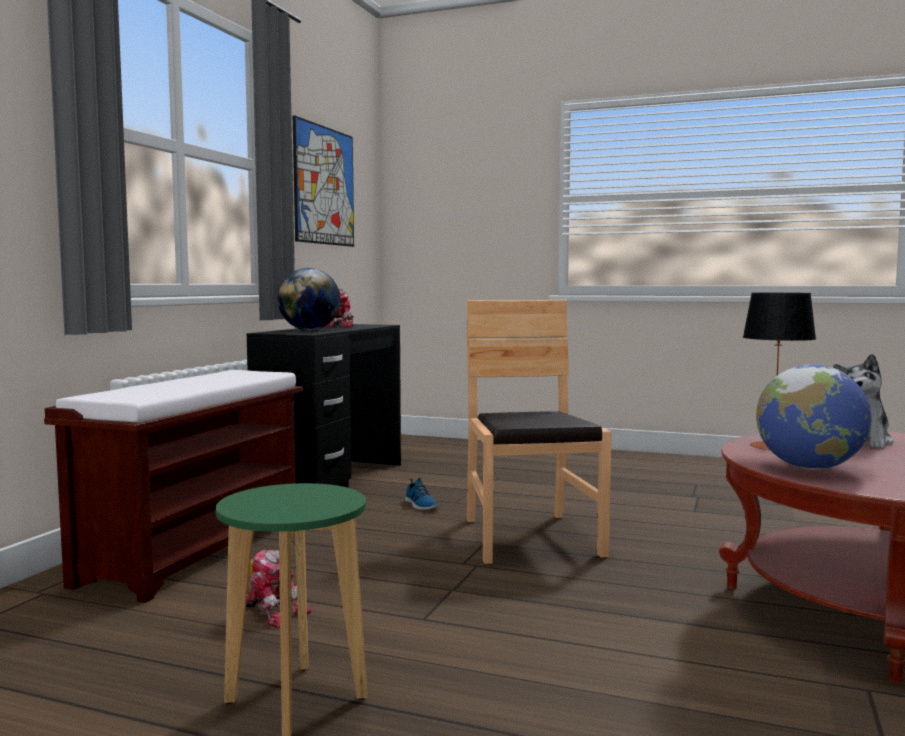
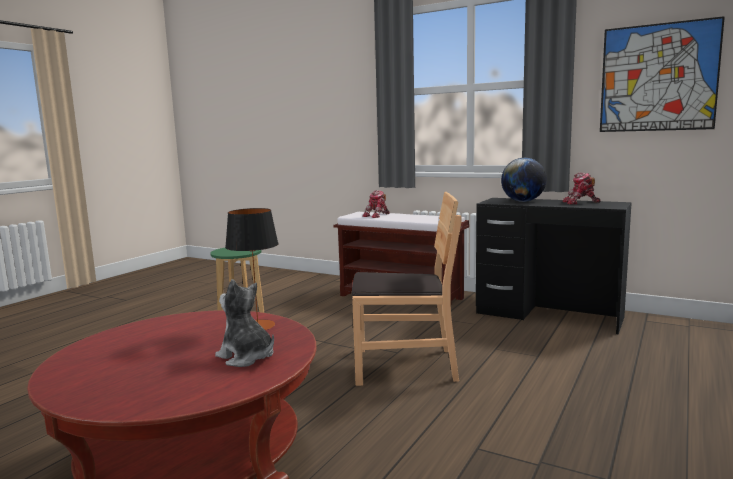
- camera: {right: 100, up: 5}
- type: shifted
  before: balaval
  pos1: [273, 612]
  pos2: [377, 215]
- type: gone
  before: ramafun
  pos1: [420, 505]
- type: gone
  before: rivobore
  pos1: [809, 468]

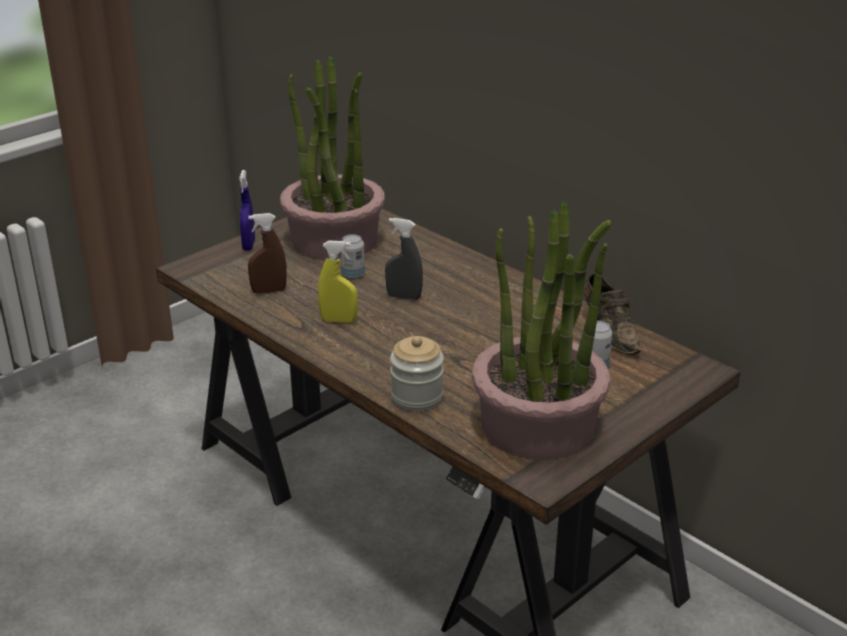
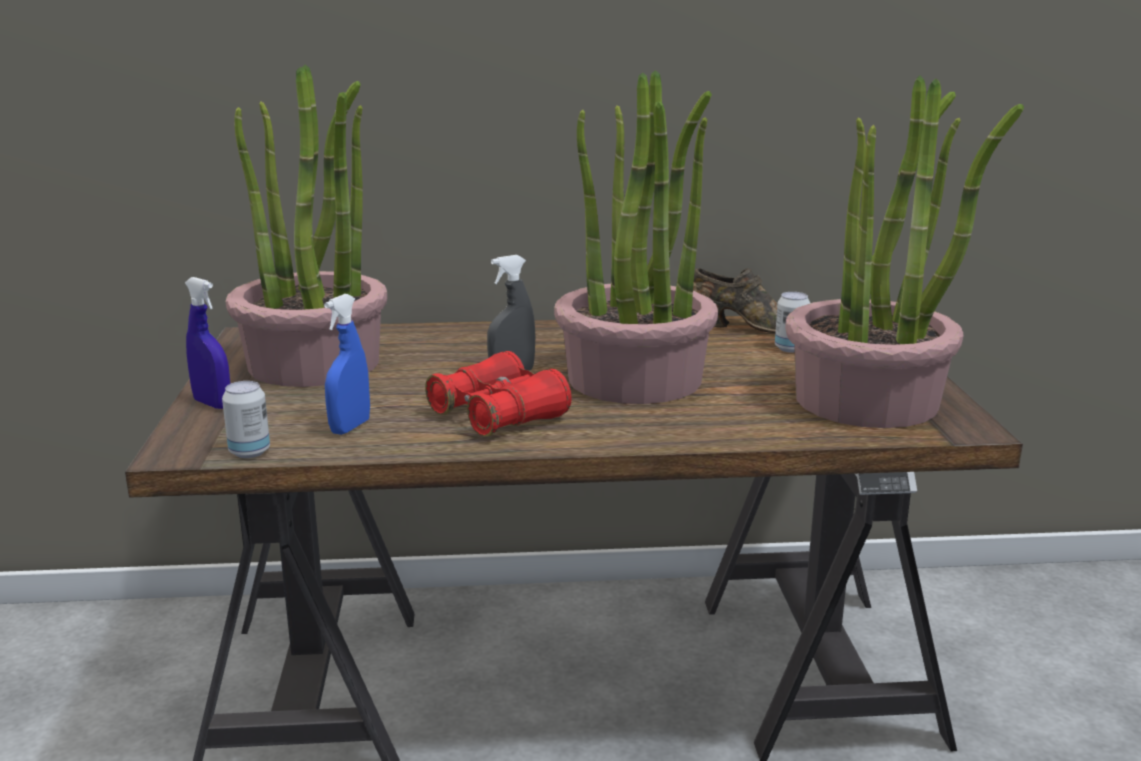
- camera: {right: -50, up: -10}
- type: repainted
  before: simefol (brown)
  after: simefol (blue)
  pos1: [269, 291]
  pos2: [350, 427]
- type: swapped
  before: simefol (yellow)
  after: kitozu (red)
  pos1: [338, 320]
  pos2: [498, 415]
- type: shifted
  before: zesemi
  pos1: [353, 274]
  pos2: [249, 452]
- type: gone
  before: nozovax
  pos1: [417, 397]
- type: new
  after: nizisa
  pos2: [635, 379]

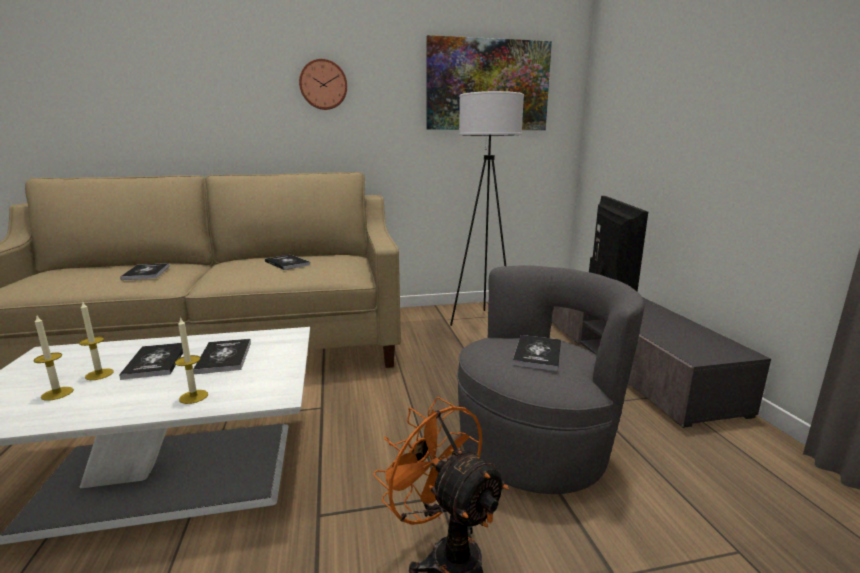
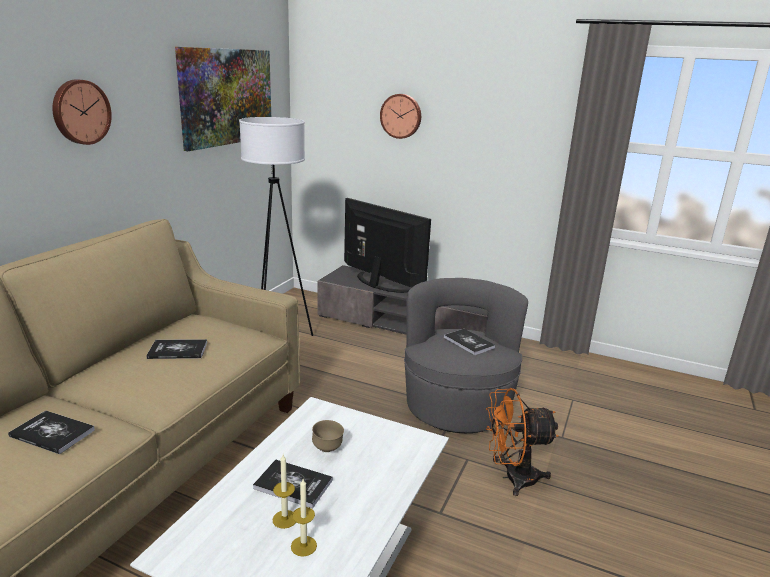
- camera: {right: -55, up: 5}
- type: gone
  before: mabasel
  pos1: [193, 396]
- type: swapped
  before: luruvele
  after: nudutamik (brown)
  pos1: [224, 357]
  pos2: [327, 449]
- type: new
  after: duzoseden
  pos2: [401, 116]

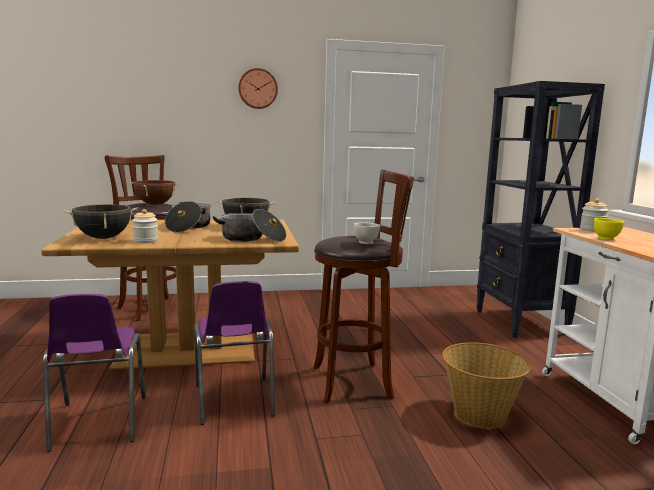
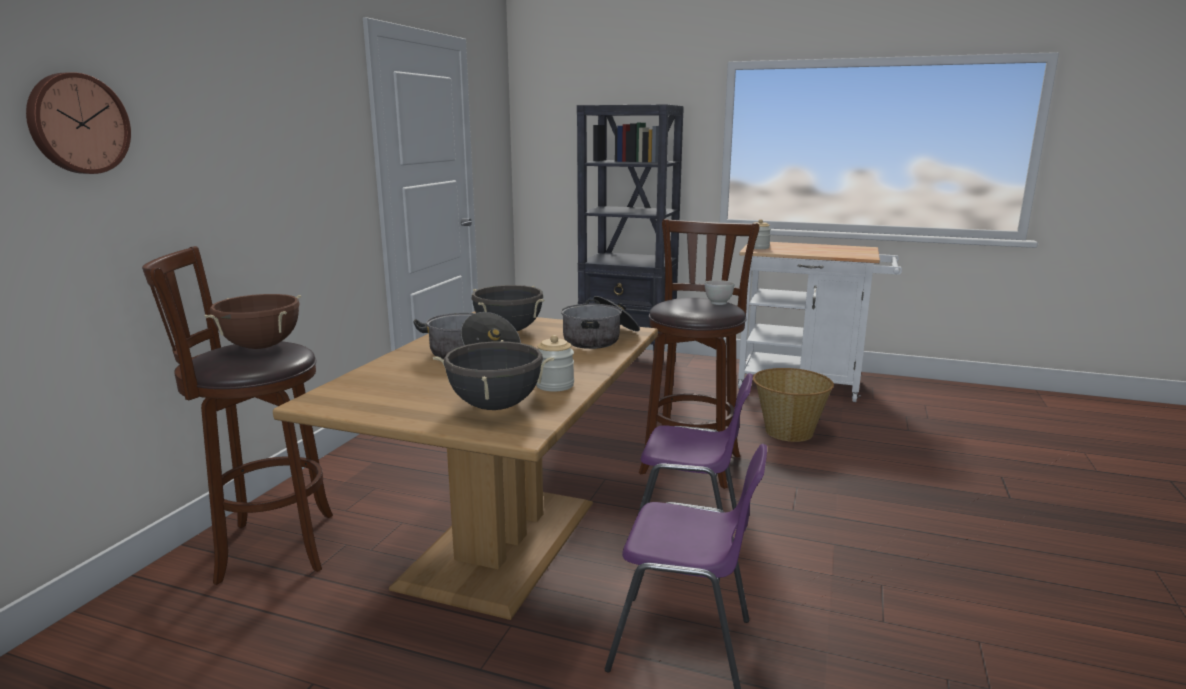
- camera: {right: -60, up: 5}
- type: shifted
  before: duzoseden
  pos1: [258, 88]
  pos2: [77, 124]
- type: gone
  before: nudutamik (yellow)
  pos1: [606, 238]

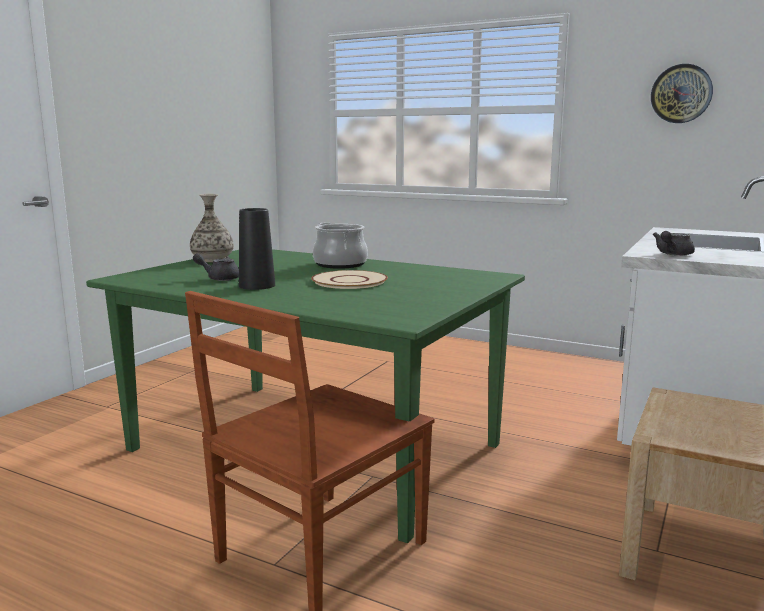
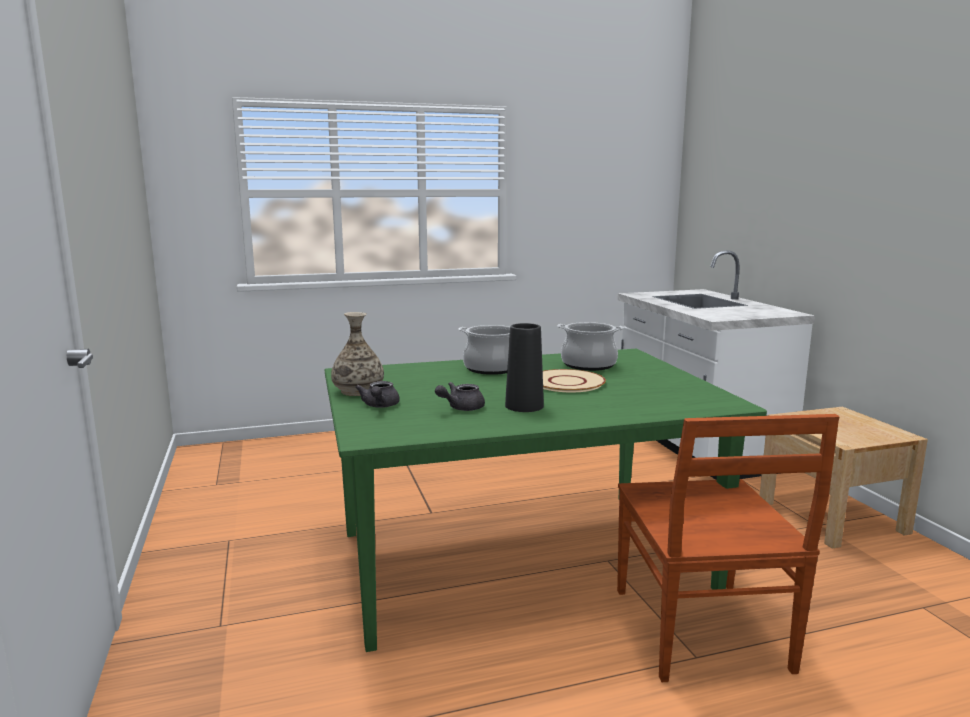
- camera: {right: -45, up: 0}
- type: gone
  before: duzoseden
  pos1: [681, 94]
- type: shifted
  before: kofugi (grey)
  pos1: [672, 254]
  pos2: [379, 406]
- type: new
  after: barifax
  pos2: [588, 365]

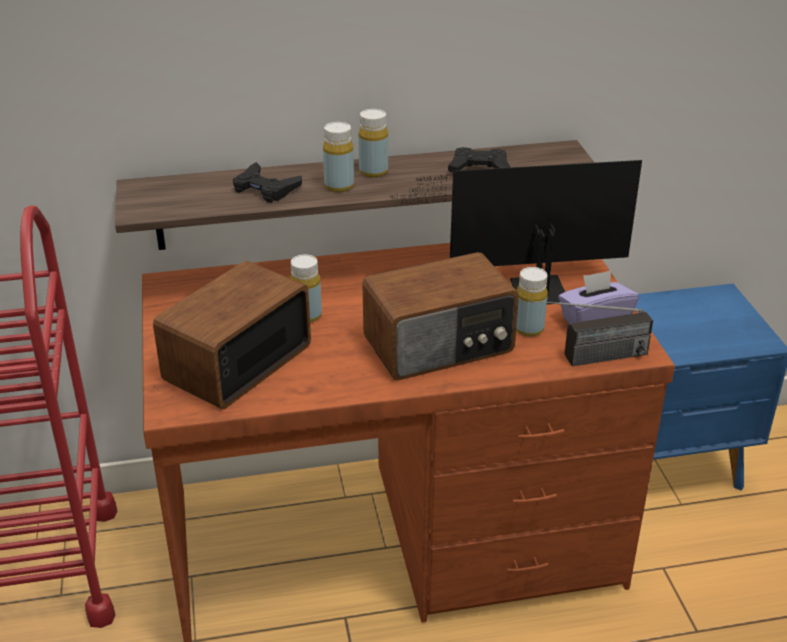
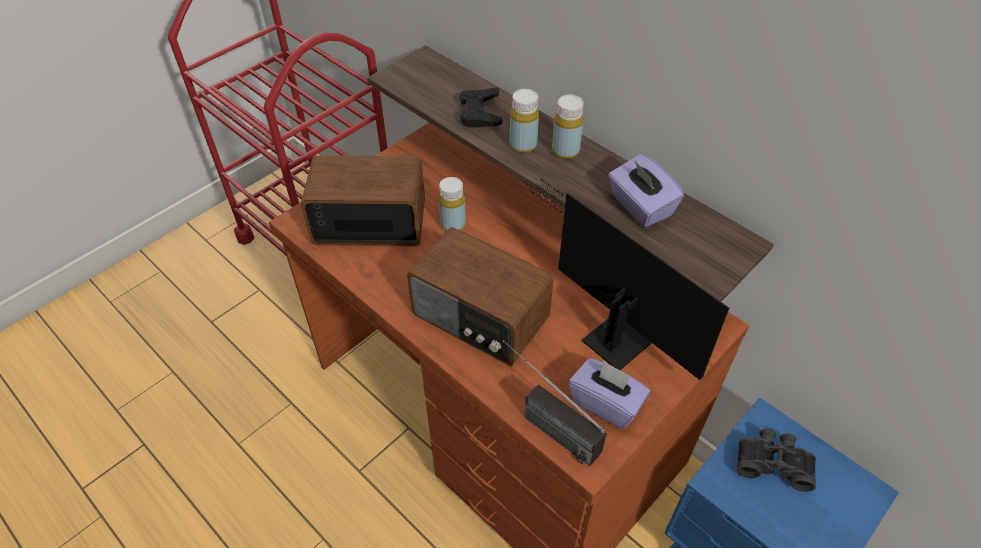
- camera: {right: 55, up: 15}
- type: swapped
  before: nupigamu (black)
  after: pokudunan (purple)
  pos1: [479, 168]
  pos2: [640, 206]
- type: gone
  before: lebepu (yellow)
  pos1: [528, 329]
- type: new
  after: kitozu (black)
  pos2: [773, 462]

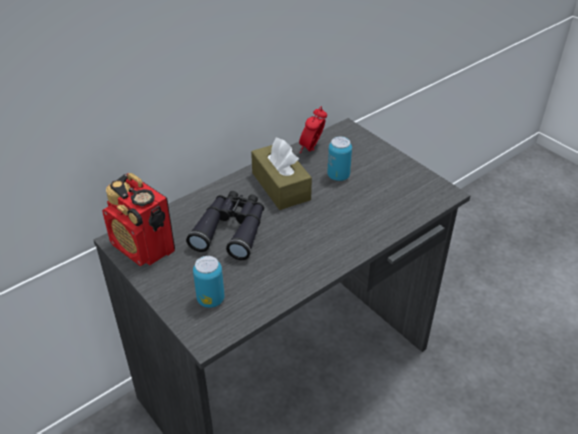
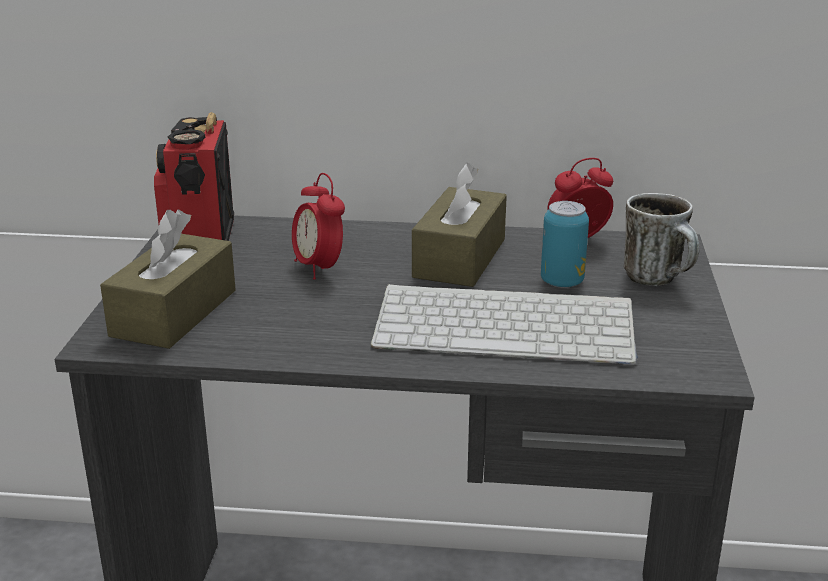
- camera: {right: 45, up: -15}
- type: swapped
  before: kitozu (black)
  after: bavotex
  pos1: [231, 230]
  pos2: [319, 268]
- type: swapped
  before: zesemi
  after: pokudunan (brown)
  pos1: [211, 299]
  pos2: [174, 313]
- type: new
  after: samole
  pos2: [508, 325]
- type: new
  after: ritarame
  pos2: [660, 280]

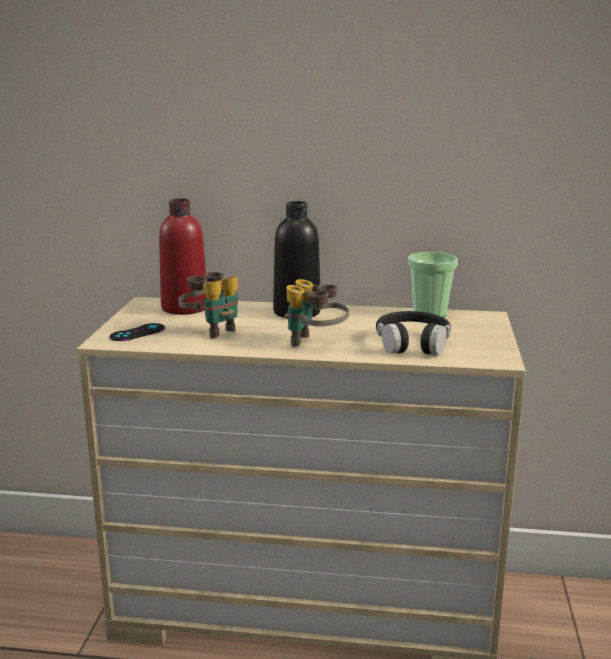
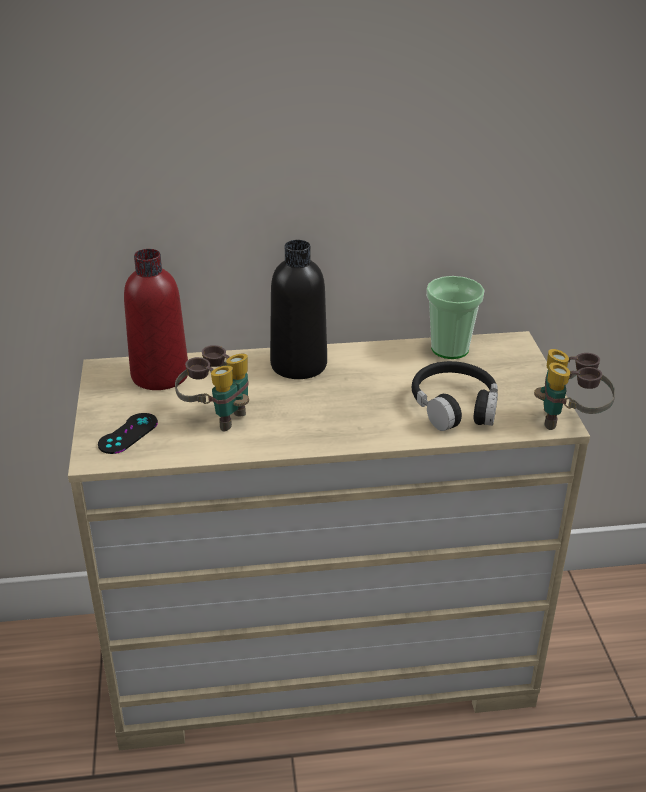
- camera: {right: -15, up: 15}
- type: shifted
  before: kitozu
  pos1: [315, 344]
  pos2: [569, 421]

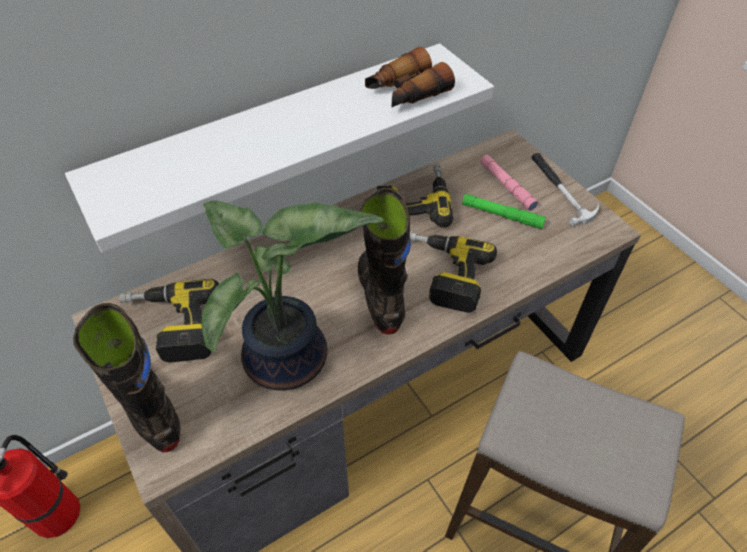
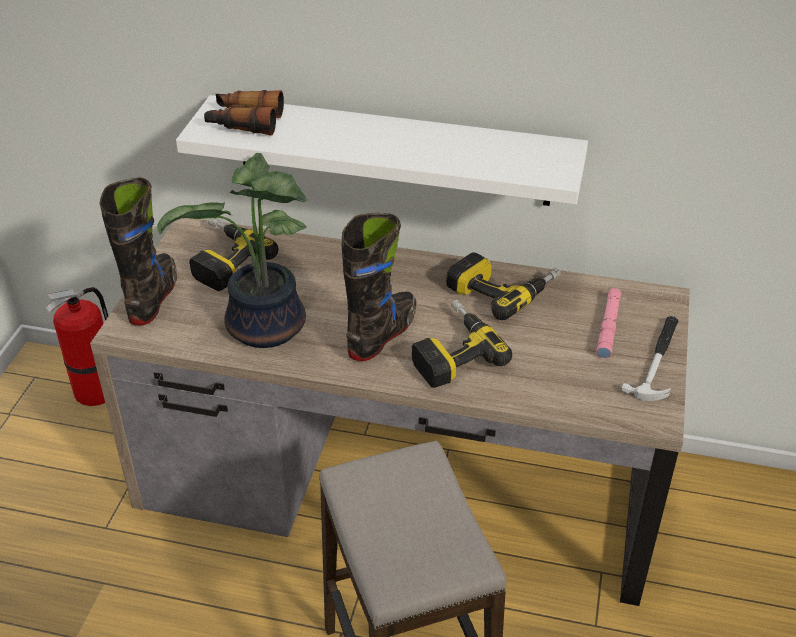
- camera: {right: 45, up: -10}
- type: shifted
  before: kitozu
  pos1: [406, 92]
  pos2: [244, 122]
- type: gone
  before: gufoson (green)
  pos1: [502, 215]

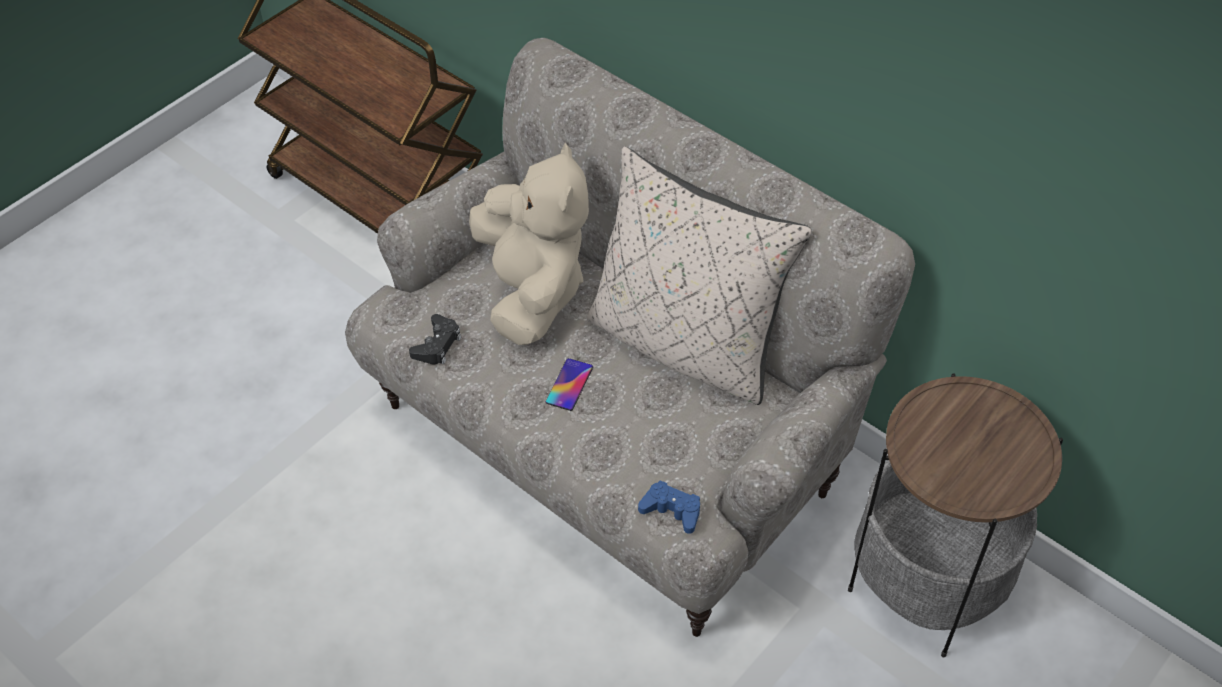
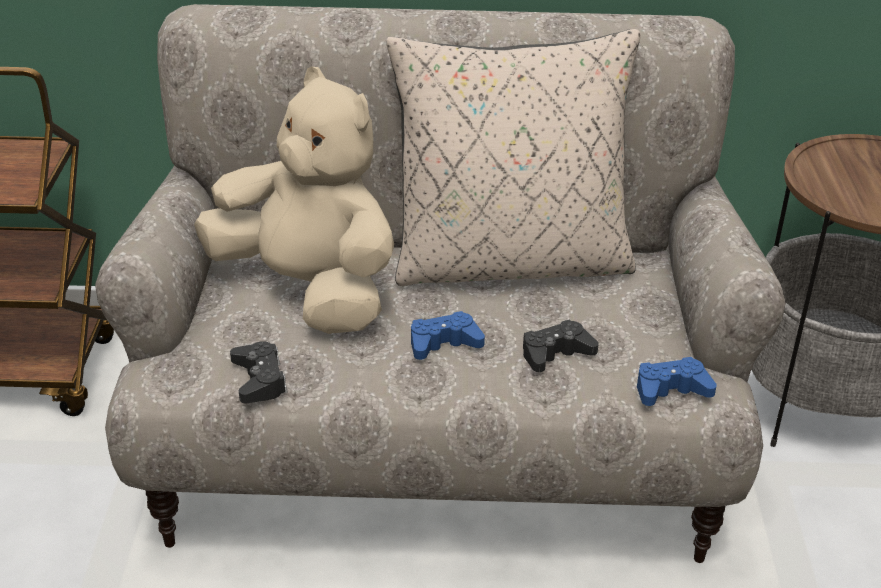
- camera: {right: -40, up: -15}
- type: swapped
  before: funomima
  after: nupigamu (blue)
  pos1: [569, 385]
  pos2: [443, 343]
- type: new
  after: nupigamu (black)
  pos2: [556, 353]

